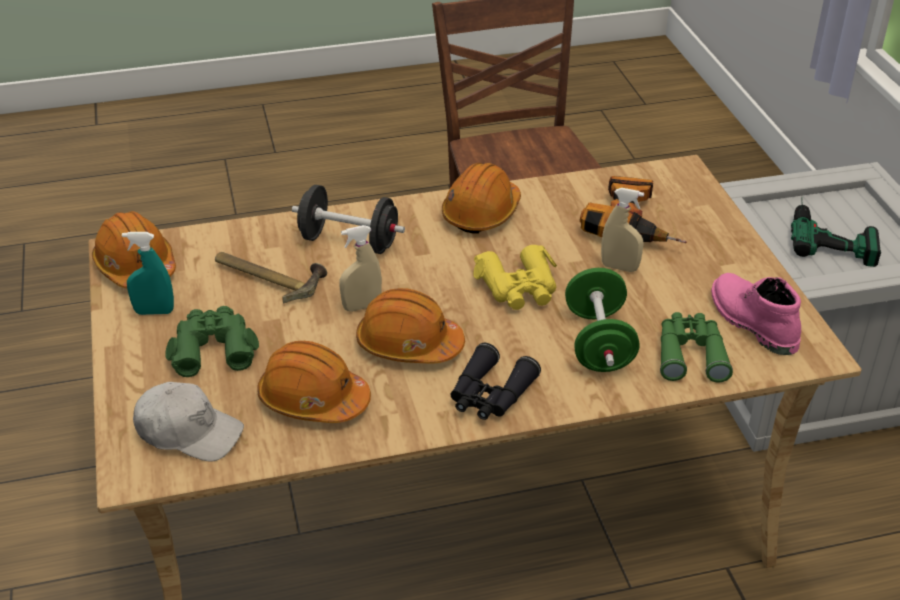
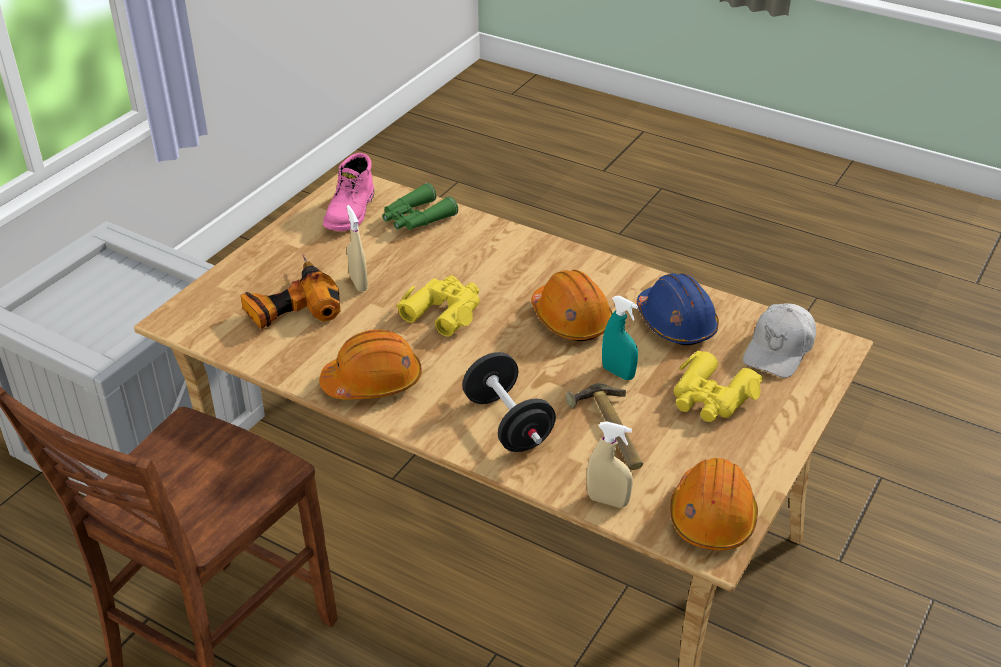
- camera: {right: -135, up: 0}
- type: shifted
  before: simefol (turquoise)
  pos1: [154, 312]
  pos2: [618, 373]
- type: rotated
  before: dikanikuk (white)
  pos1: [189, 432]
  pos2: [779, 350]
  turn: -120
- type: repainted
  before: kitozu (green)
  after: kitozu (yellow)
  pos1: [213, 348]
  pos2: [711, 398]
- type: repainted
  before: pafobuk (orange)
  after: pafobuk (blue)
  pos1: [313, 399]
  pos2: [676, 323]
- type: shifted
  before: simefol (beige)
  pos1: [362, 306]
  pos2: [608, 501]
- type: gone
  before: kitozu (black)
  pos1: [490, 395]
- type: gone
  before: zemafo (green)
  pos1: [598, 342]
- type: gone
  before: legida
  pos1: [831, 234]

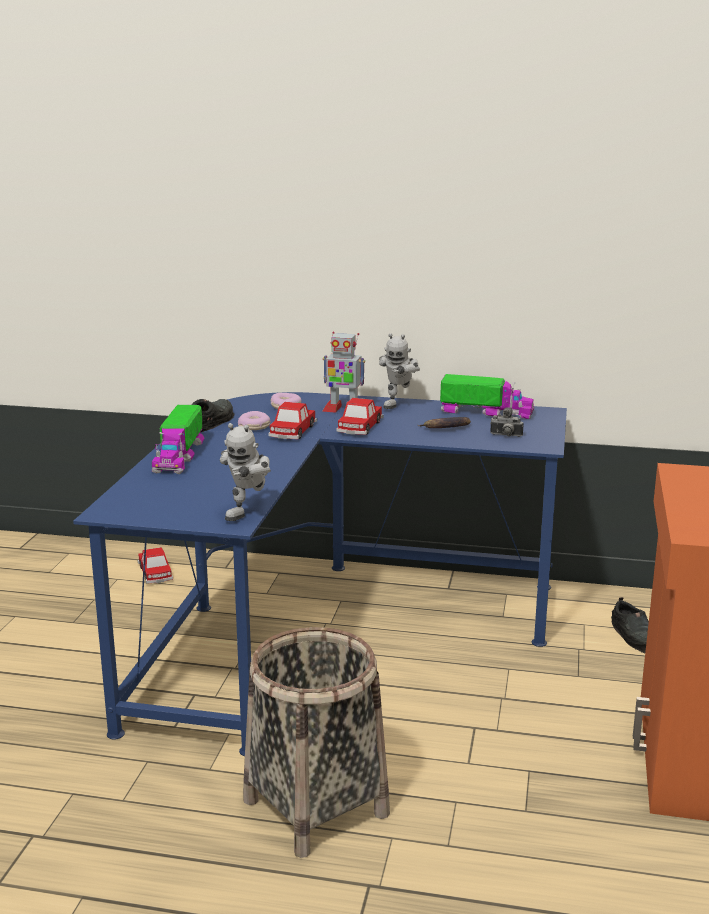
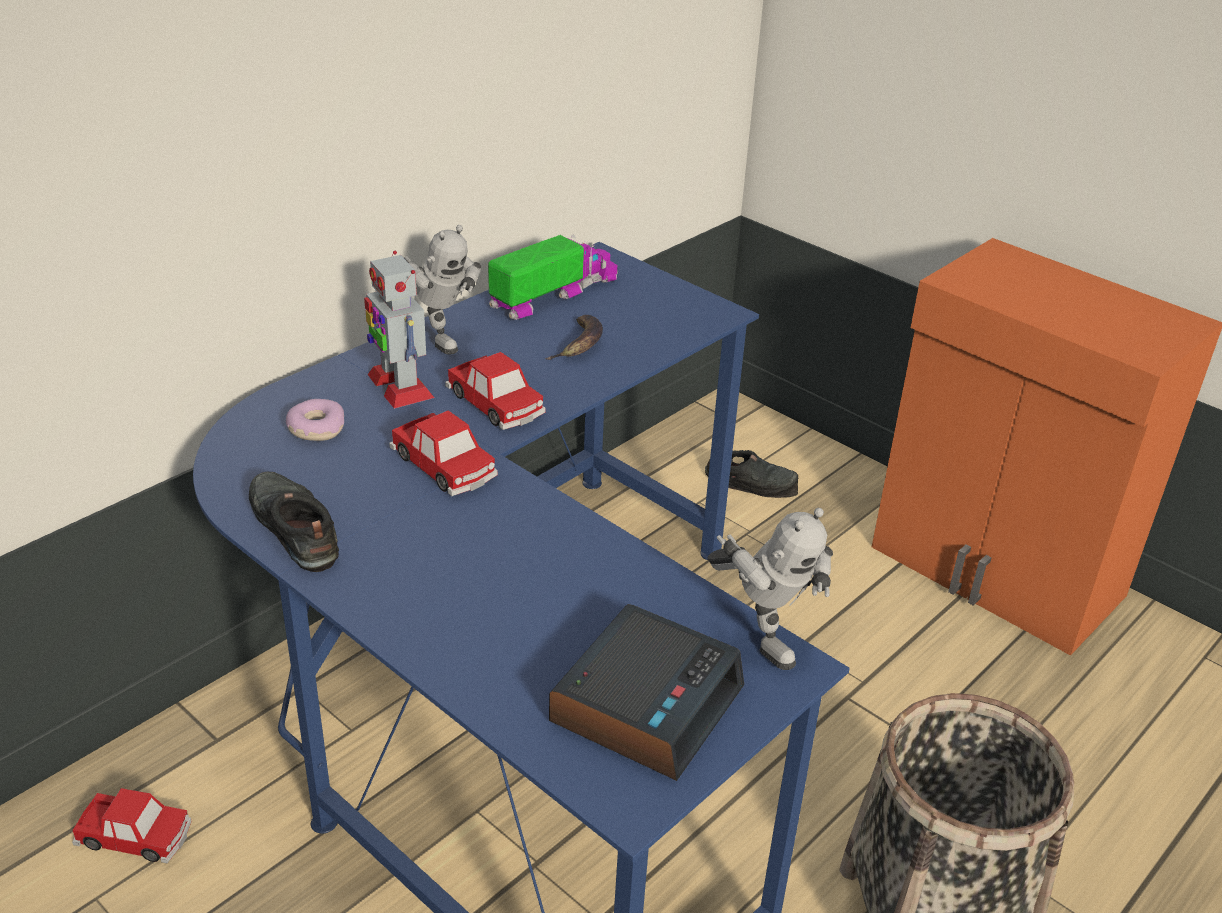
- camera: {right: -60, up: 15}
- type: gone
  before: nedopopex
  pos1: [179, 456]
- type: gone
  before: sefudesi
  pos1: [254, 426]
- type: rotated
  before: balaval
  pos1: [343, 409]
  pos2: [399, 386]
  turn: 105
- type: gone
  before: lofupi
  pos1: [505, 436]
- type: new
  after: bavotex
  pos2: [646, 703]

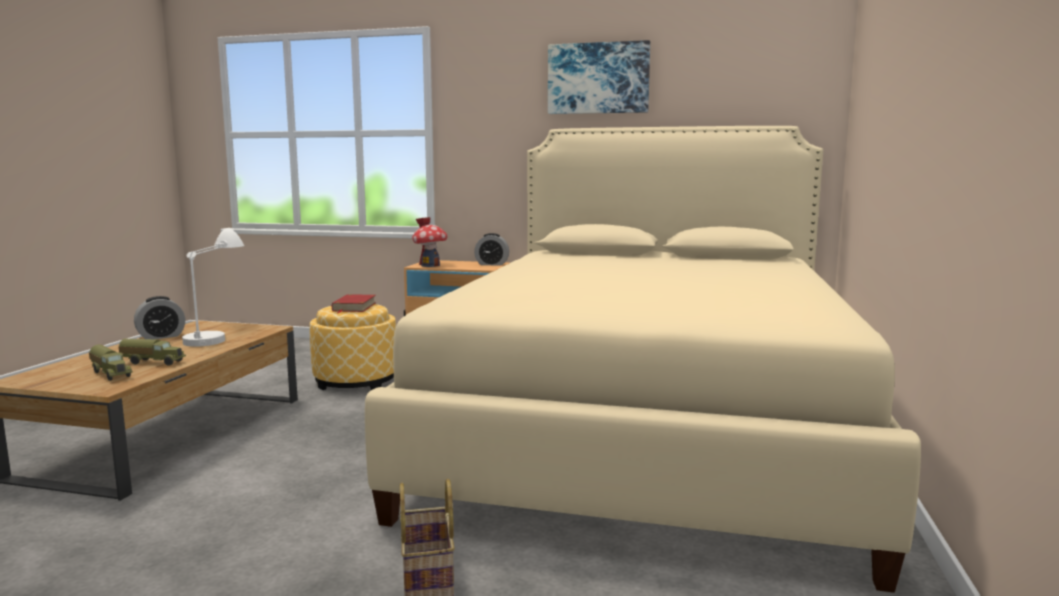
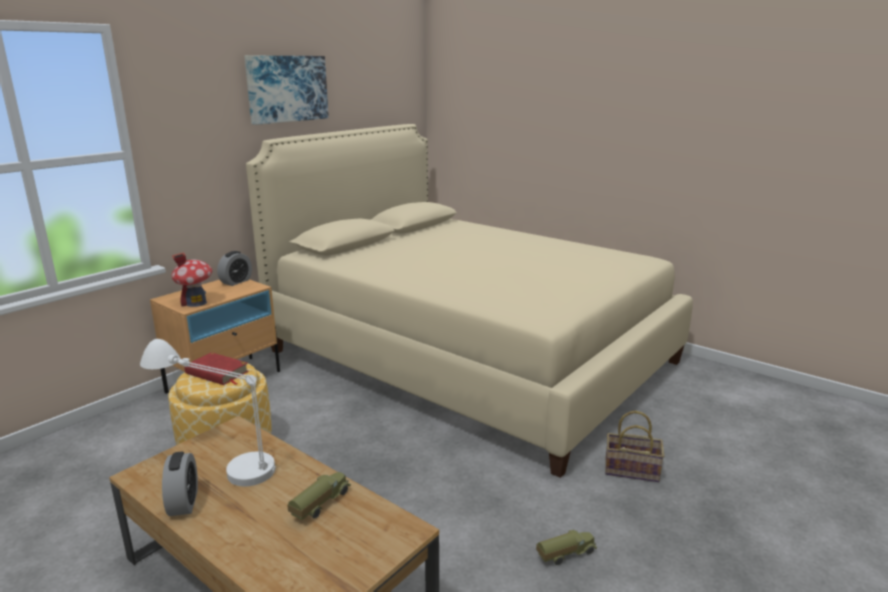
- camera: {right: -65, up: 10}
- type: shifted
  before: nedopopex
  pos1: [111, 373]
  pos2: [565, 554]

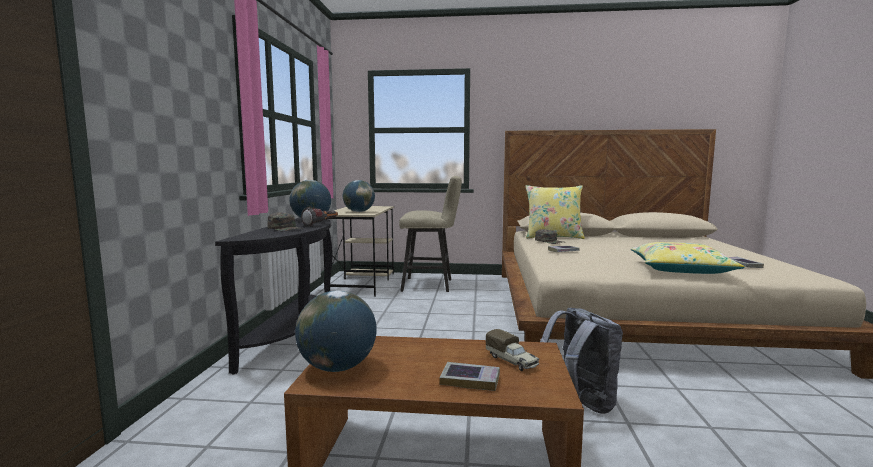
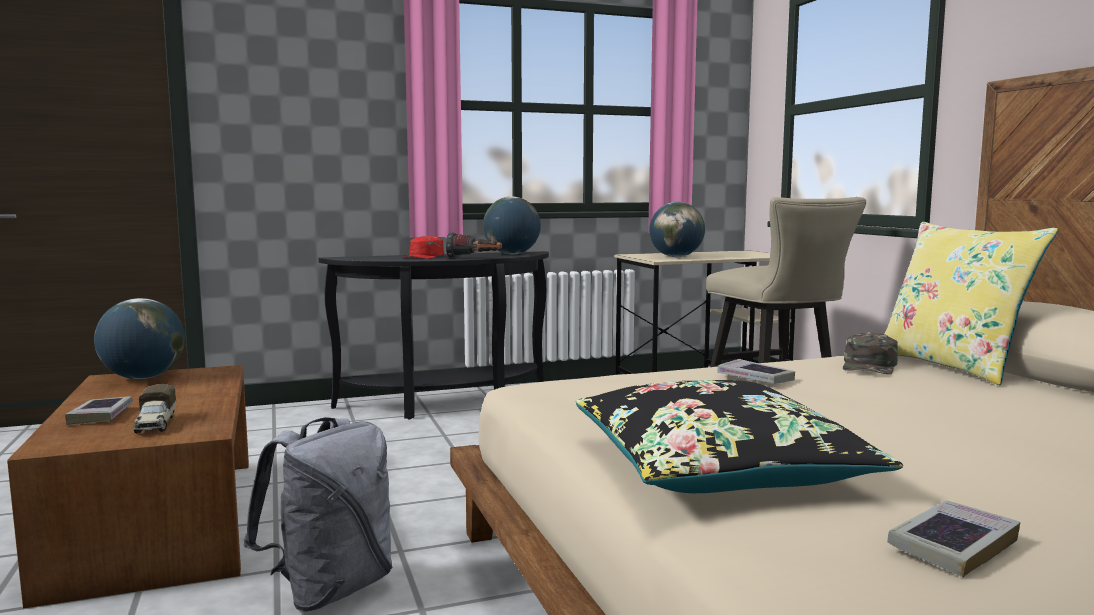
- camera: {right: 65, up: 0}
- type: repainted
  before: dikanikuk (green)
  after: dikanikuk (red)
  pos1: [285, 228]
  pos2: [423, 257]
- type: rotated
  before: nedopopex
  pos1: [512, 361]
  pos2: [155, 424]
  turn: -45
- type: repainted
  before: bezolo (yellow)
  after: bezolo (black)
  pos1: [680, 269]
  pos2: [718, 467]

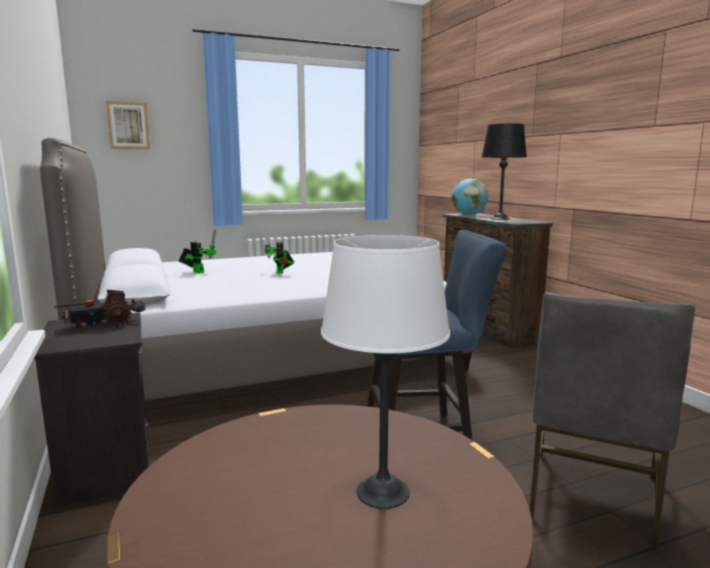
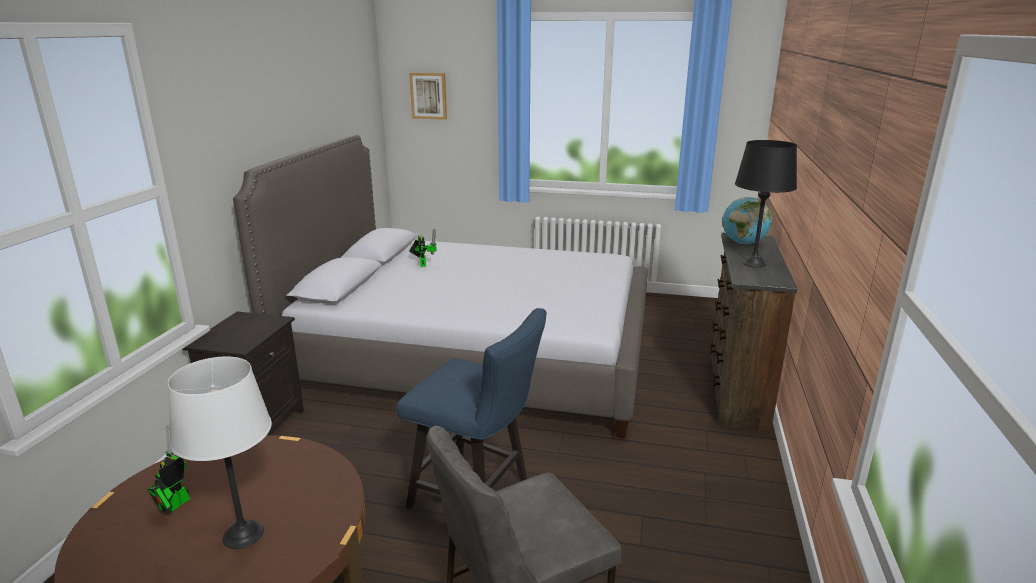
- camera: {right: 35, up: 10}
- type: gone
  before: nedopopex
  pos1: [104, 323]
- type: shifted
  before: balaval
  pos1: [280, 272]
  pos2: [174, 505]

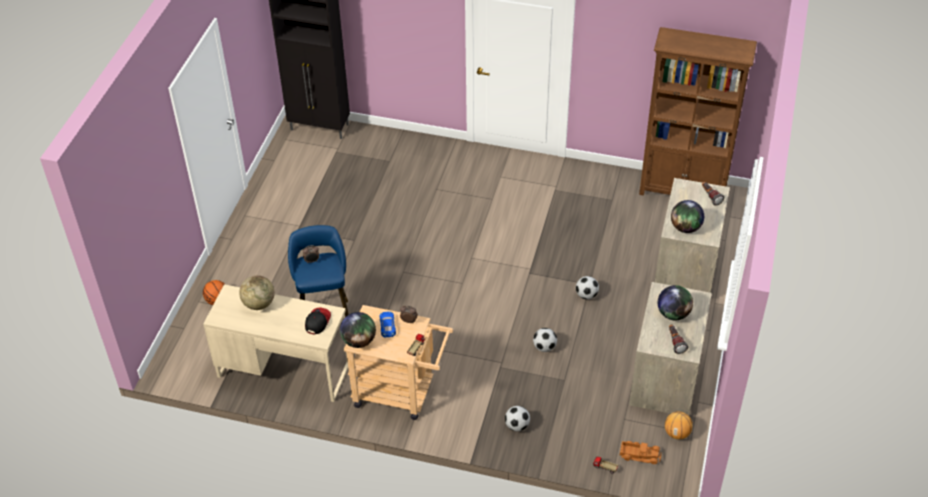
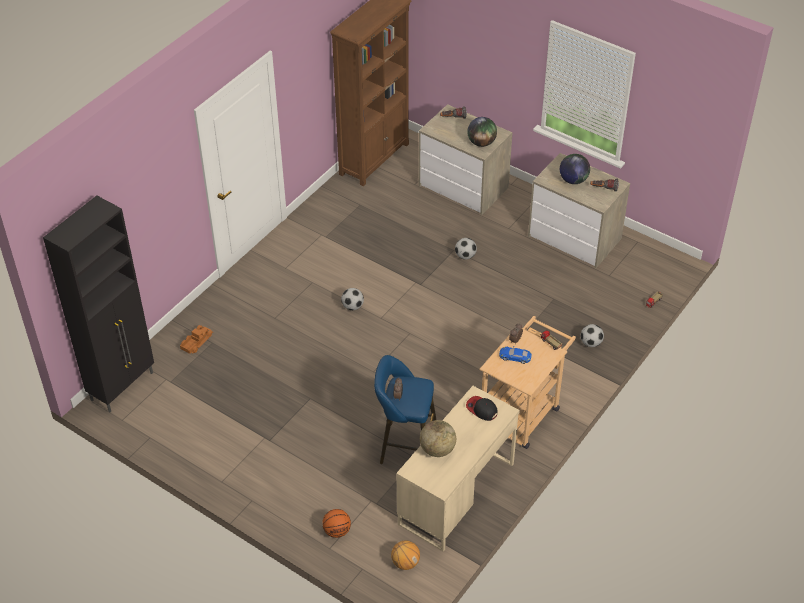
- camera: {right: -70, up: 0}
- type: gone
  before: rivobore
  pos1: [359, 341]
- type: shifted
  before: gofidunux
  pos1: [544, 347]
  pos2: [352, 306]
- type: shifted
  before: nedopopex
  pos1: [639, 454]
  pos2: [196, 342]
- type: shifted
  before: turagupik
  pos1: [677, 433]
  pos2: [405, 563]

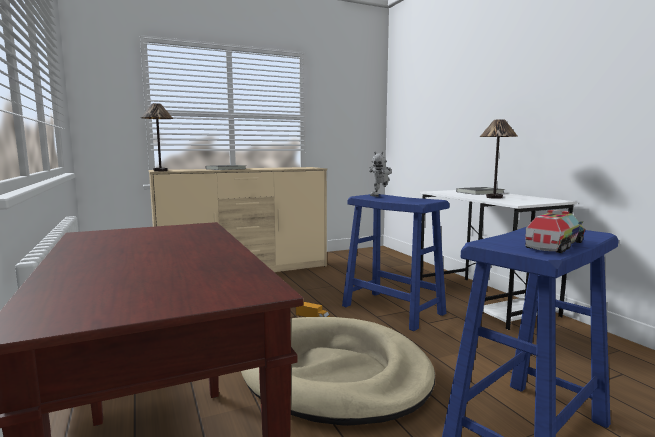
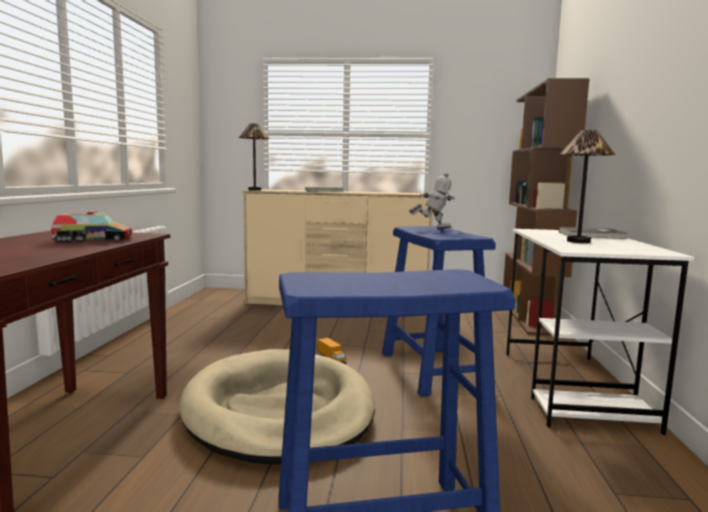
- camera: {right: 30, up: 0}
- type: rotated
  before: balaval
  pos1: [380, 196]
  pos2: [432, 228]
  turn: -150
- type: shifted
  before: nedopopex
  pos1: [555, 245]
  pos2: [93, 240]
- type: new
  after: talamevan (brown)
  pos2: [531, 317]

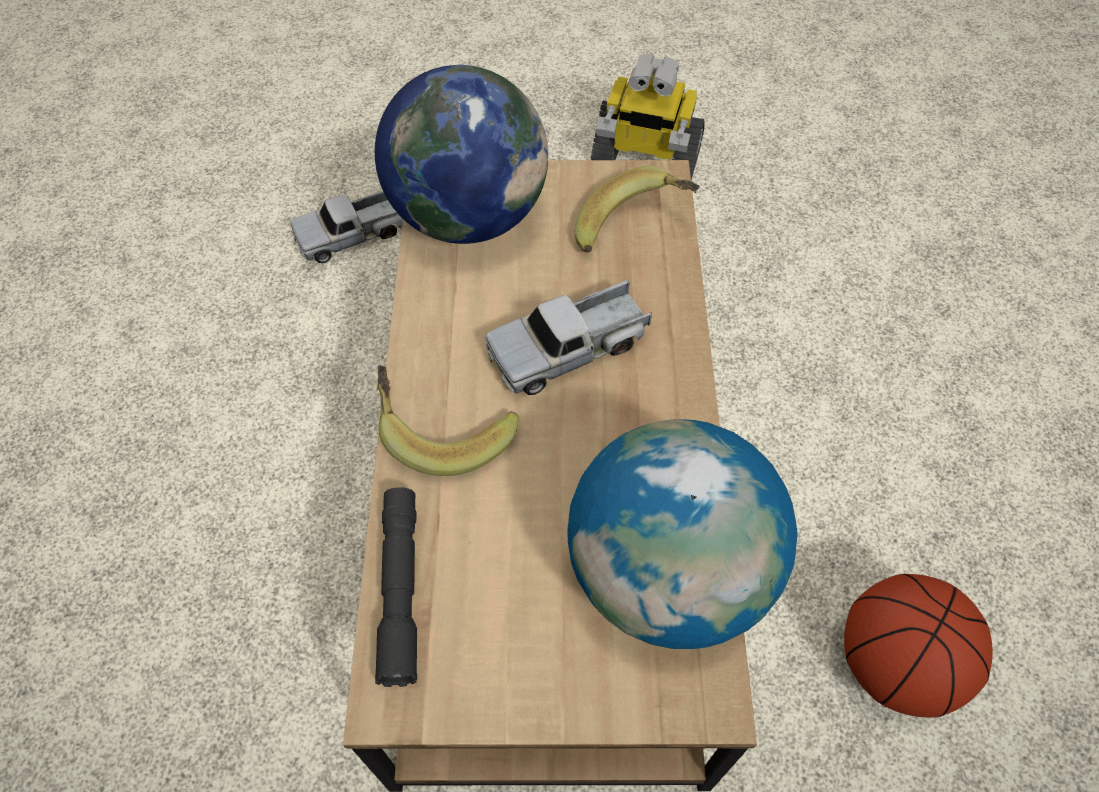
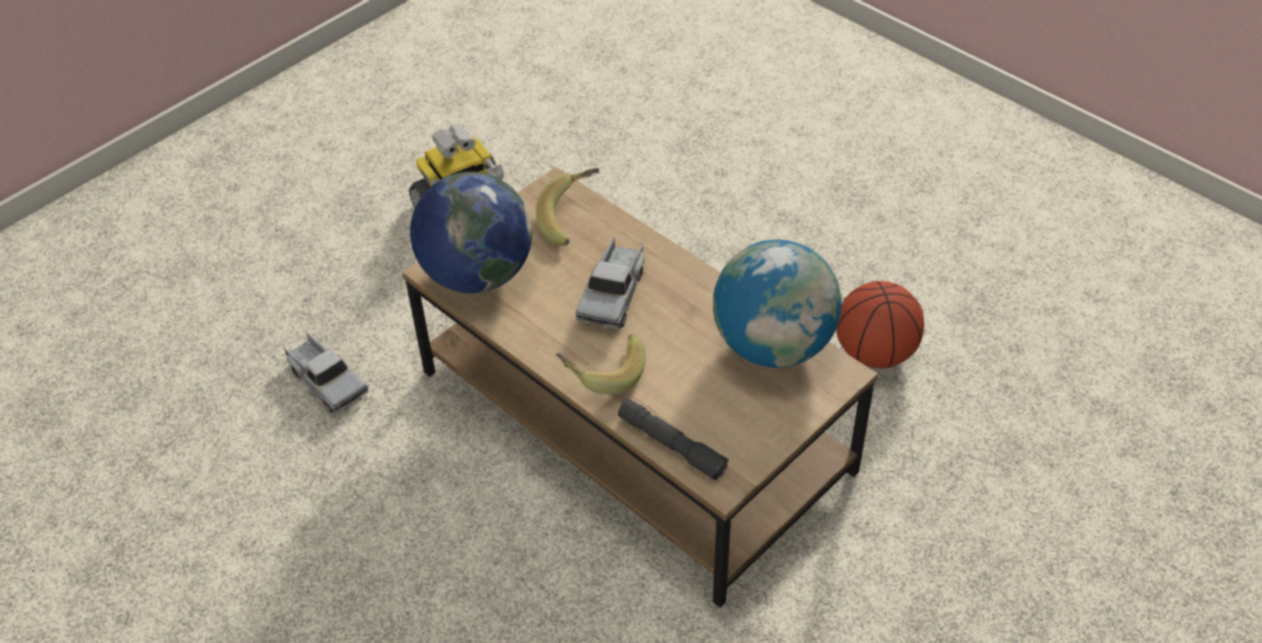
- camera: {right: -45, up: -10}
- type: rotated
  before: nedopopex
  pos1: [353, 234]
  pos2: [326, 381]
  turn: -60

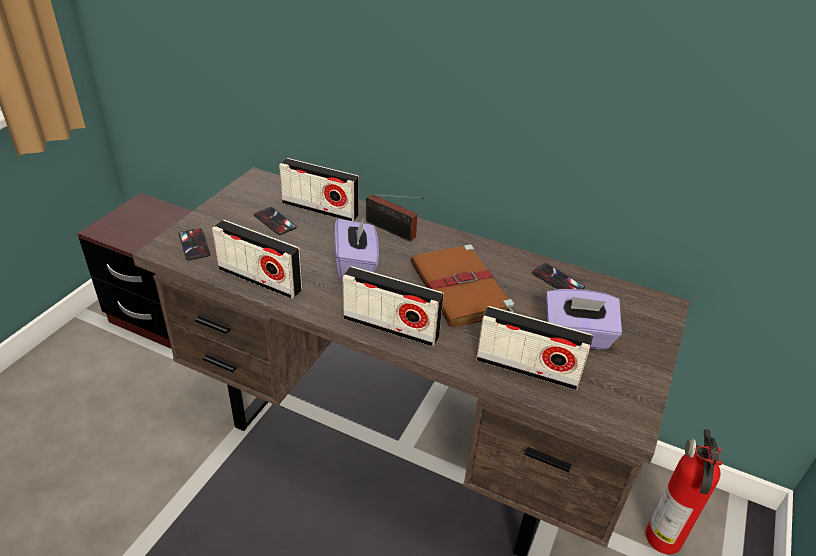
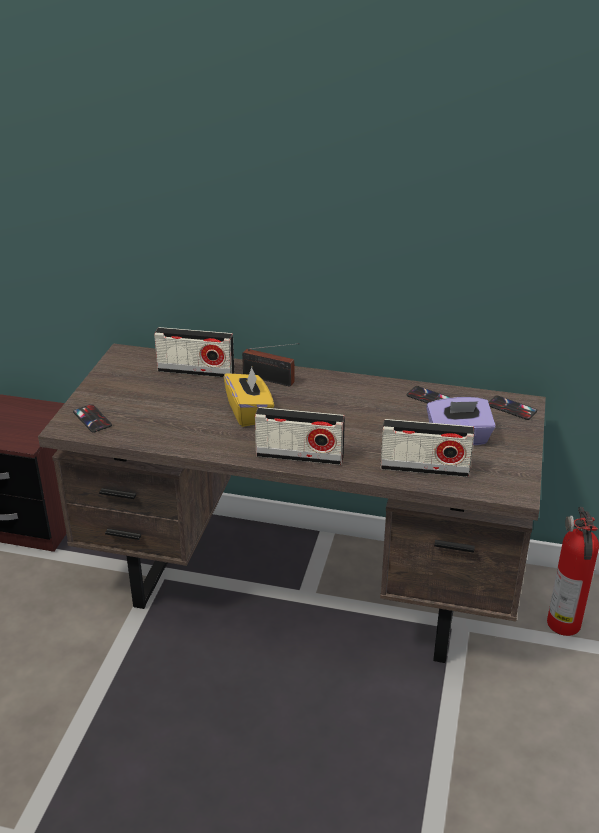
- camera: {right: -10, up: -5}
- type: gone
  before: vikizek
  pos1: [260, 279]
- type: shifted
  before: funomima
  pos1: [275, 221]
  pos2: [511, 408]
- type: repainted
  before: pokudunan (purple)
  after: pokudunan (yellow)
  pos1: [356, 264]
  pos2: [249, 412]
- type: gone
  before: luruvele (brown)
  pos1: [461, 289]

